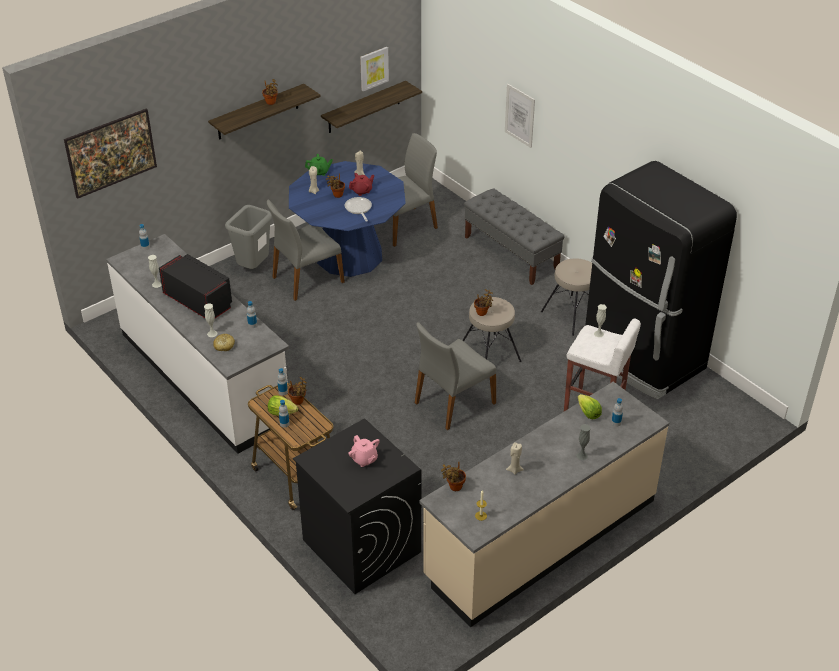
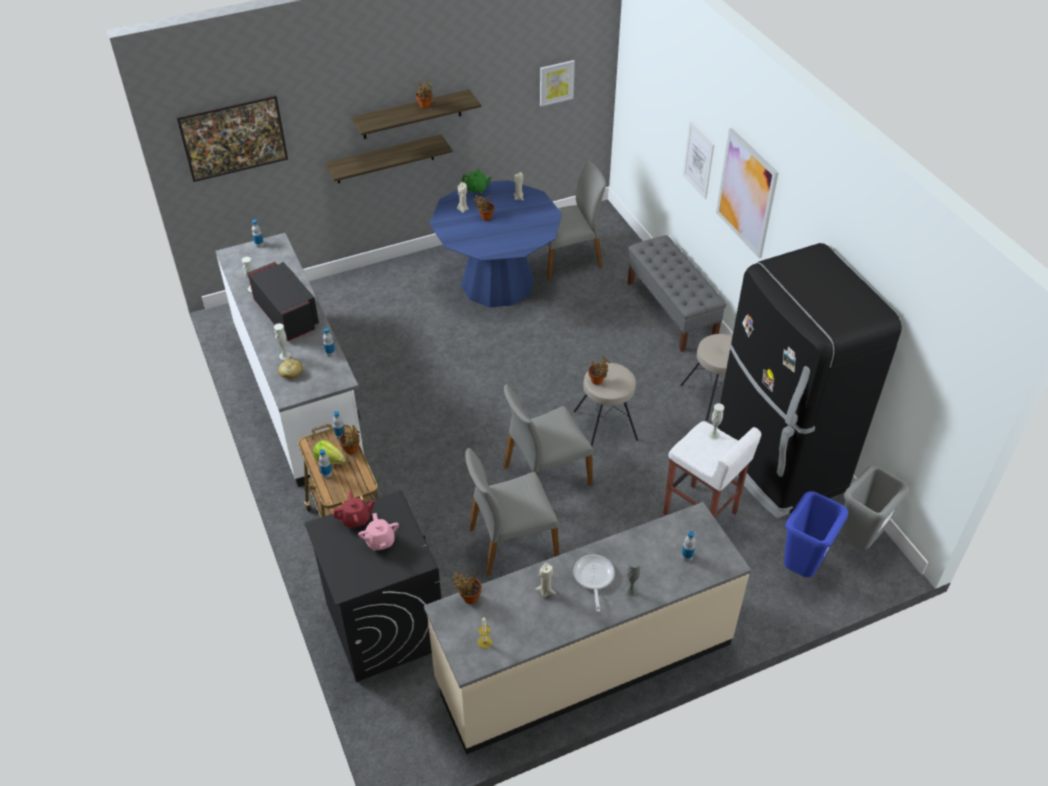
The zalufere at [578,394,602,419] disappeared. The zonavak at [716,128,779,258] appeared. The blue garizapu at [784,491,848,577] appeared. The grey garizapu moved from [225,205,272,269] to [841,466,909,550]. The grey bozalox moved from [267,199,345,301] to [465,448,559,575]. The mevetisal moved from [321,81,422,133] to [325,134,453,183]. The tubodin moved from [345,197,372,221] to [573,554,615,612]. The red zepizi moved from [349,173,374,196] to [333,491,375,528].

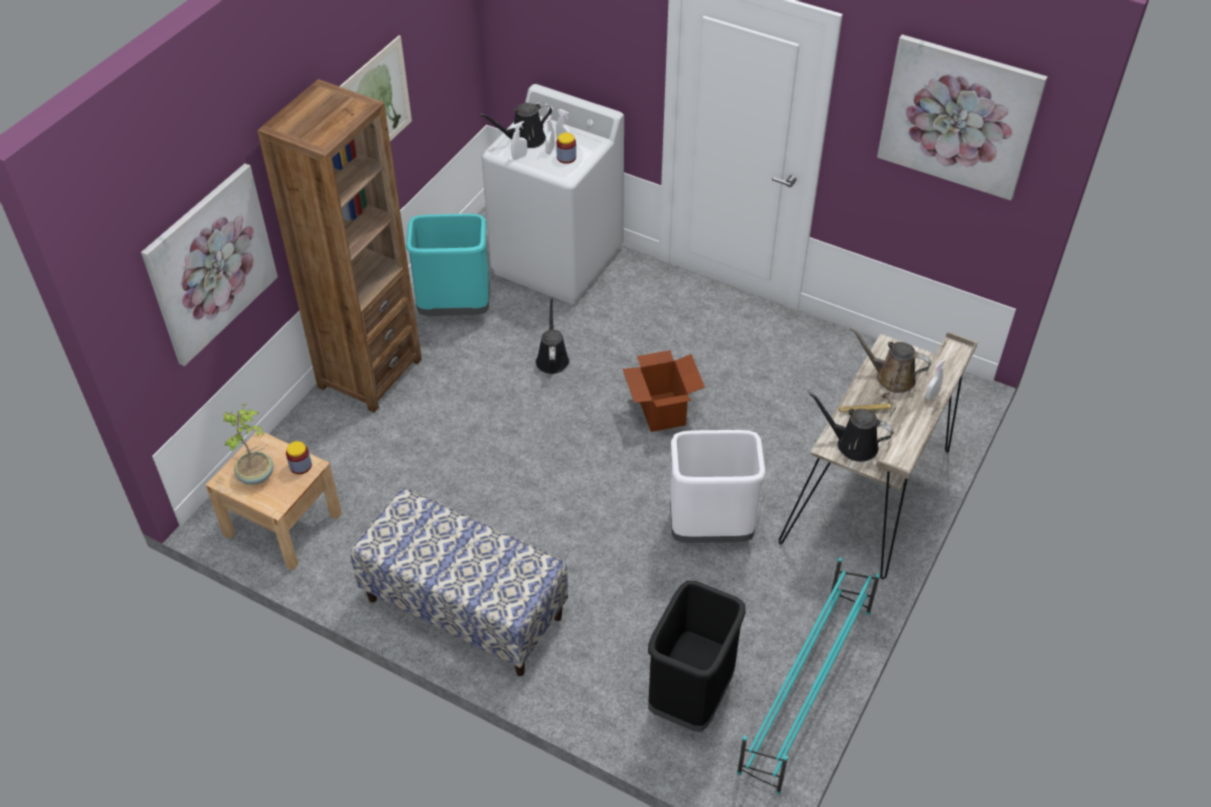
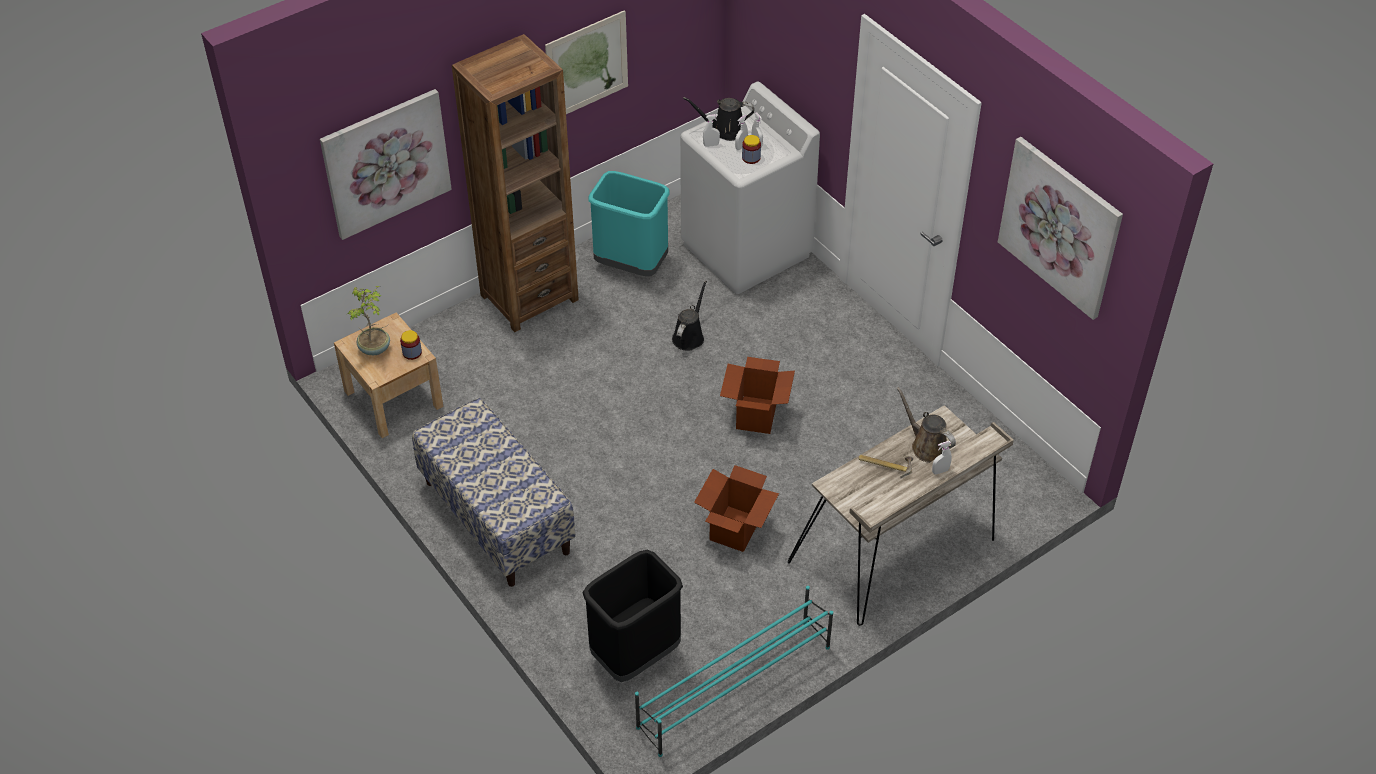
The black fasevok at [809,392,894,462] disappeared. The white garizapu at [670,430,765,543] was replaced by the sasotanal at [694,465,779,552].

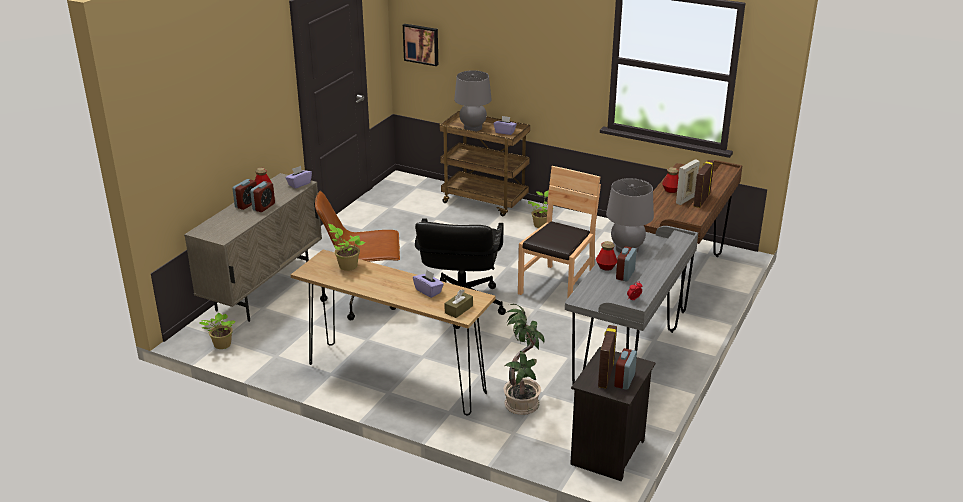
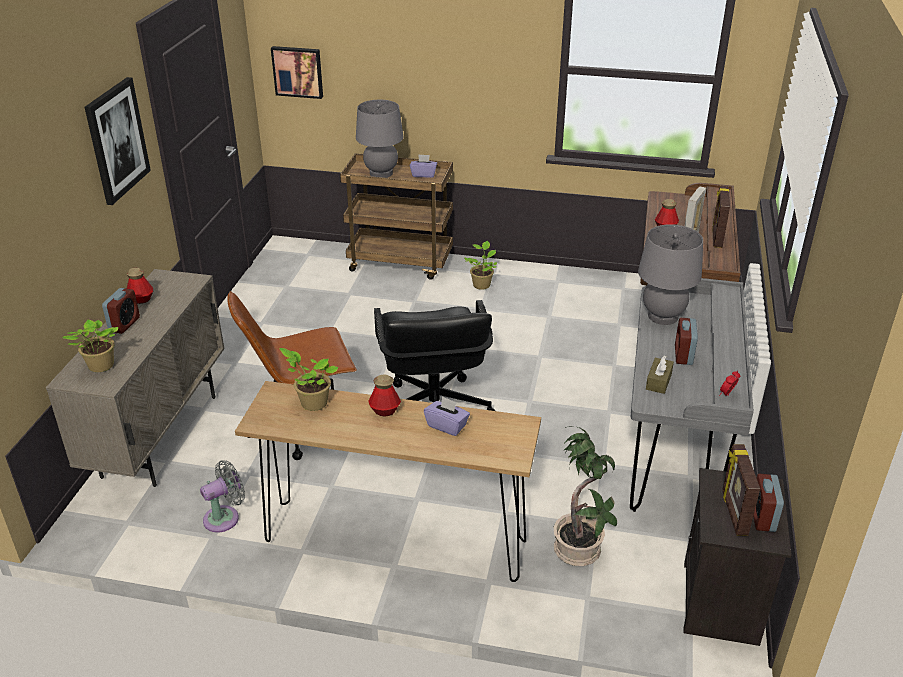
The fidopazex at [250,181,275,212] disappeared. The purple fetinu at [285,166,312,189] disappeared. The brown bozalox at [518,166,601,299] disappeared. The zonavak at [85,77,151,205] appeared. The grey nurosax at [200,460,245,532] appeared. The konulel moved from [199,313,235,349] to [62,320,118,372]. The brown fetinu moved from [445,289,473,318] to [646,355,674,394]. The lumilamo moved from [596,241,617,270] to [368,374,401,417].

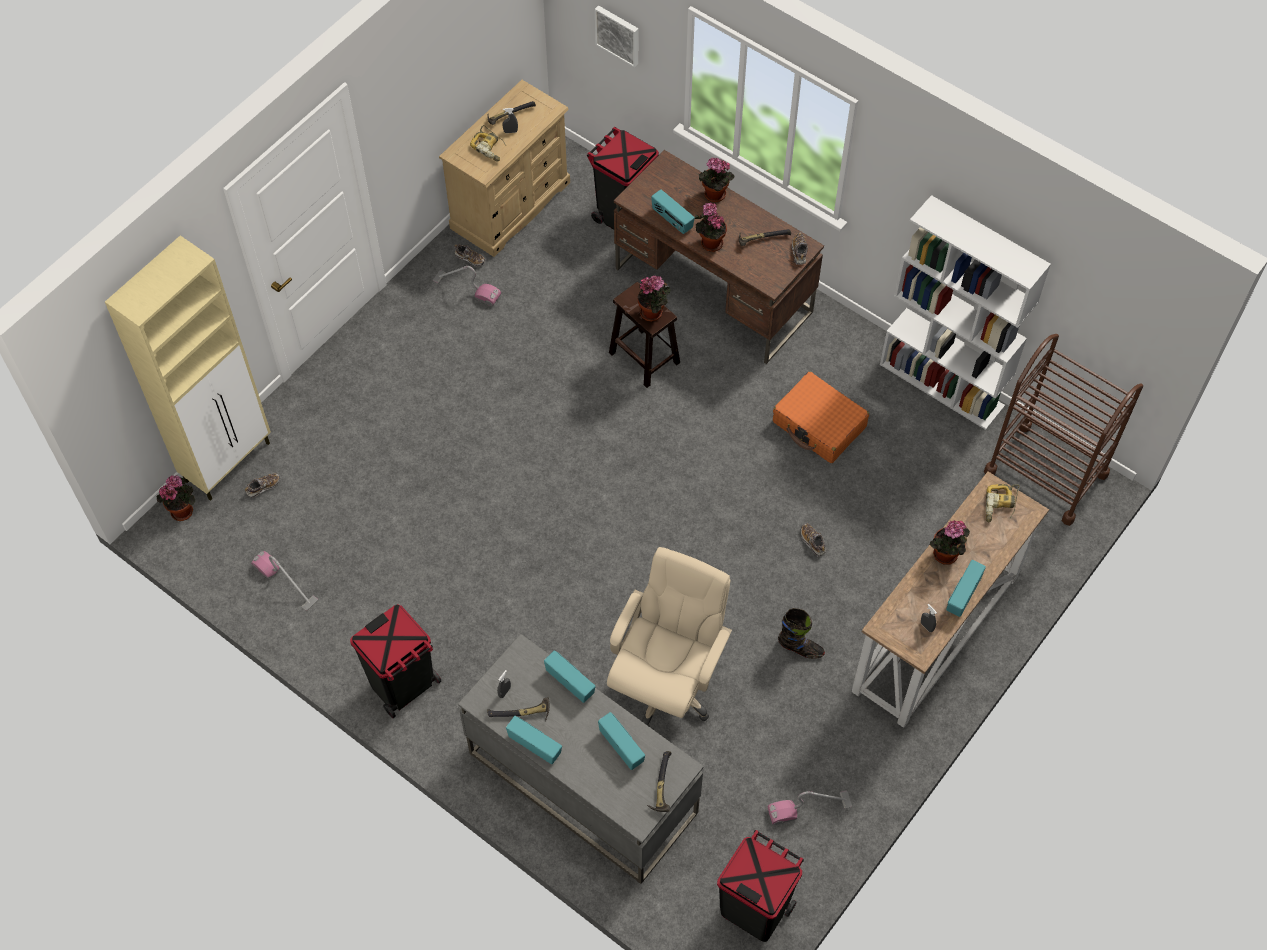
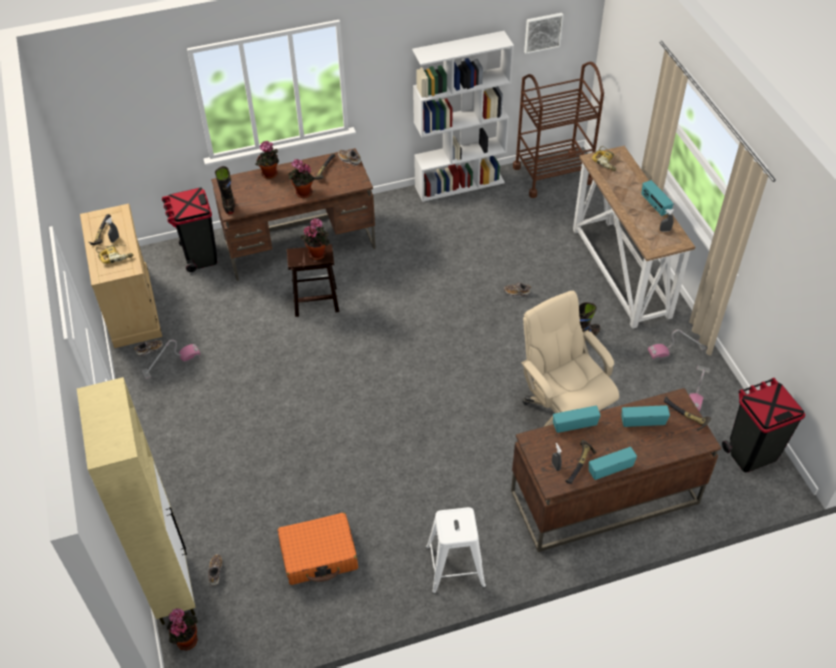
The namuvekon at [651,189,695,234] disappeared. The konulel at [929,520,970,564] disappeared. The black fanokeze at [215,166,235,214] appeared. The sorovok moved from [251,551,318,611] to [648,329,706,361]. The zonavak moved from [595,5,638,68] to [524,13,564,54]. The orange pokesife moved from [773,372,869,463] to [278,513,358,585]. The black garizapu at [350,604,441,718] was replaced by the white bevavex at [426,507,486,593]. The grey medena at [458,634,704,884] became the brown medena at [511,388,721,552].

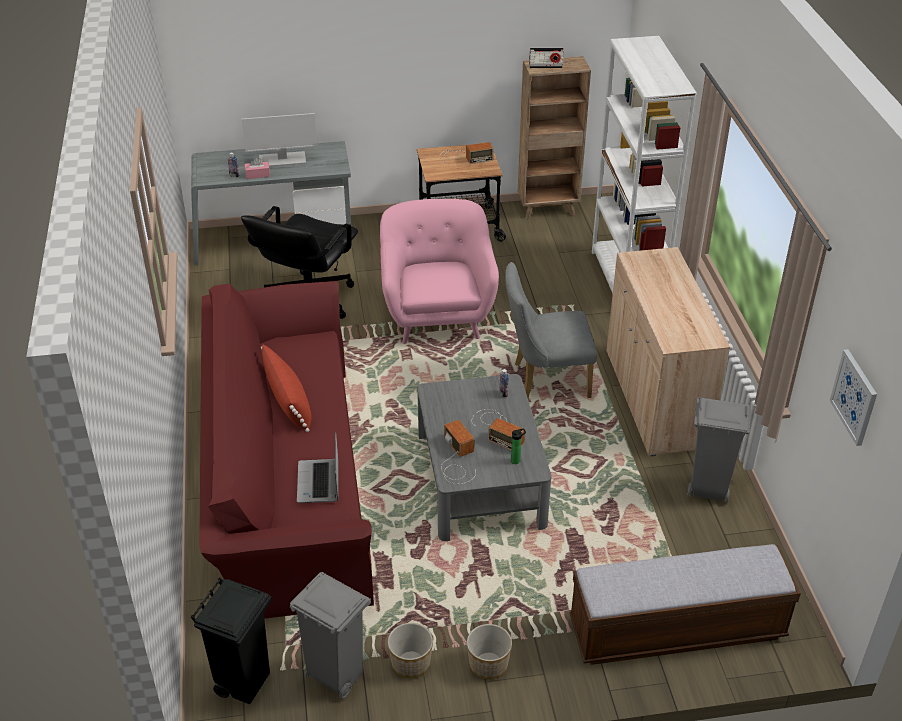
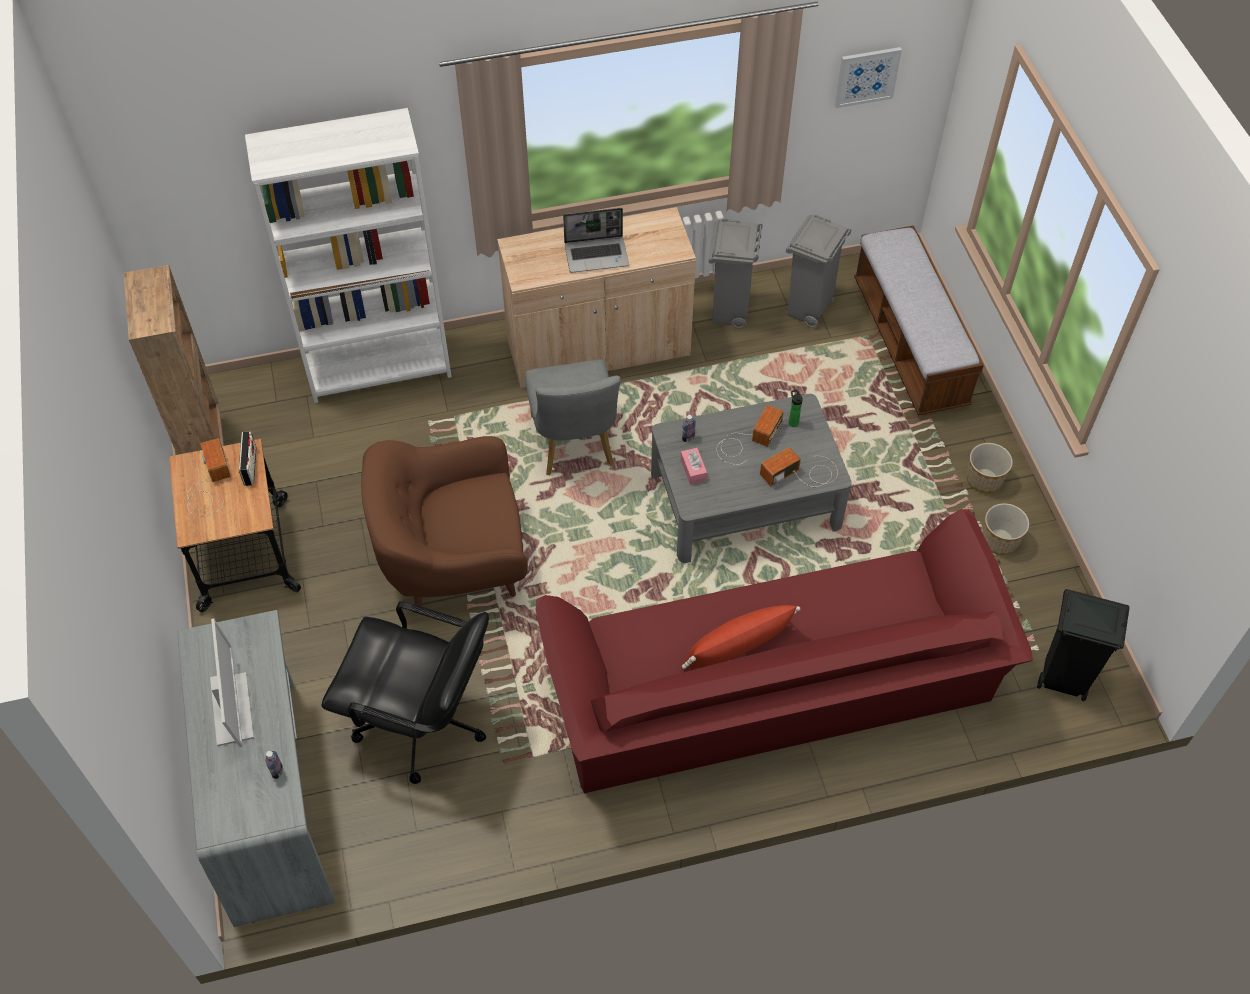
The pink fetinu moved from [245,158,270,179] to [681,448,707,485]. The grey garizapu moved from [290,572,371,699] to [786,215,851,328]. The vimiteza moved from [297,432,338,503] to [563,208,629,273]. The namuvekon moved from [529,48,564,68] to [239,431,257,486]. The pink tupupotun at [380,199,499,344] became the brown tupupotun at [361,436,528,606].

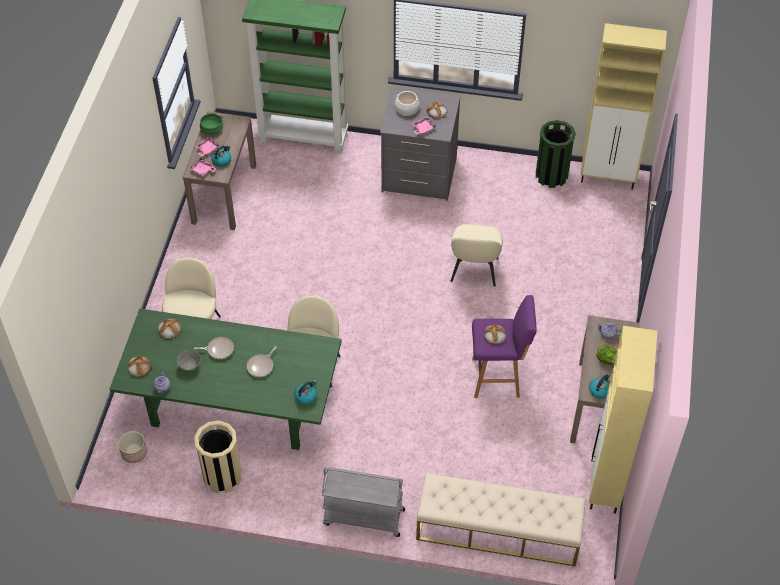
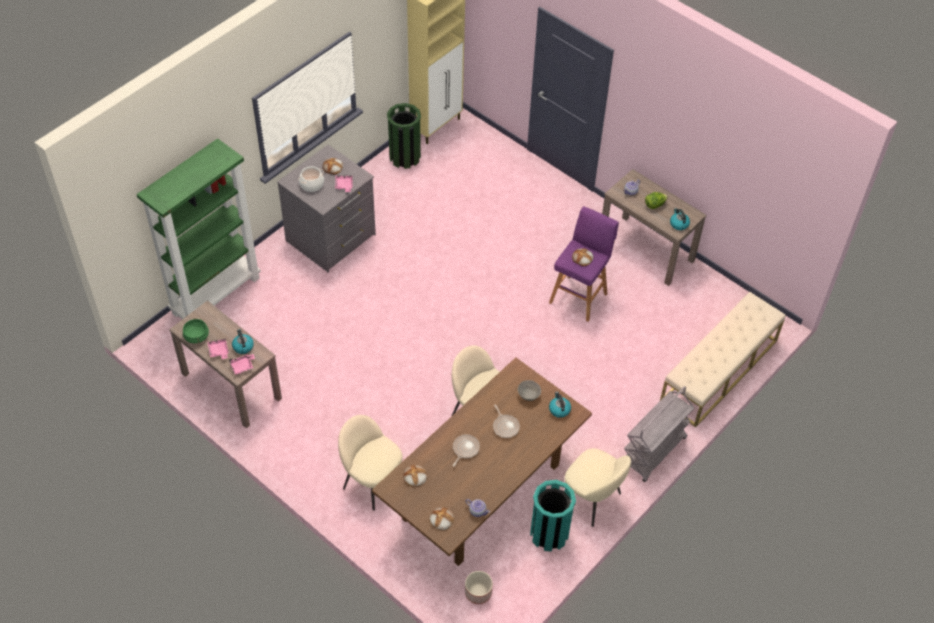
The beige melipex at [589,326,657,514] disappeared. The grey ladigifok moved from [177,350,201,371] to [518,380,541,401]. The beige bozalox moved from [450,224,503,287] to [565,448,631,527]. The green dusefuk at [110,309,342,450] became the brown dusefuk at [372,358,592,566]. The beige garizapu at [194,421,242,493] became the turquoise garizapu at [530,480,576,552].

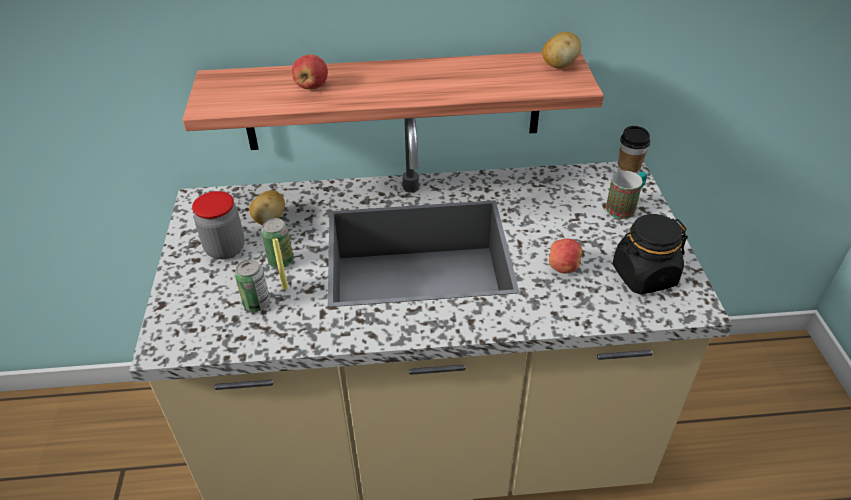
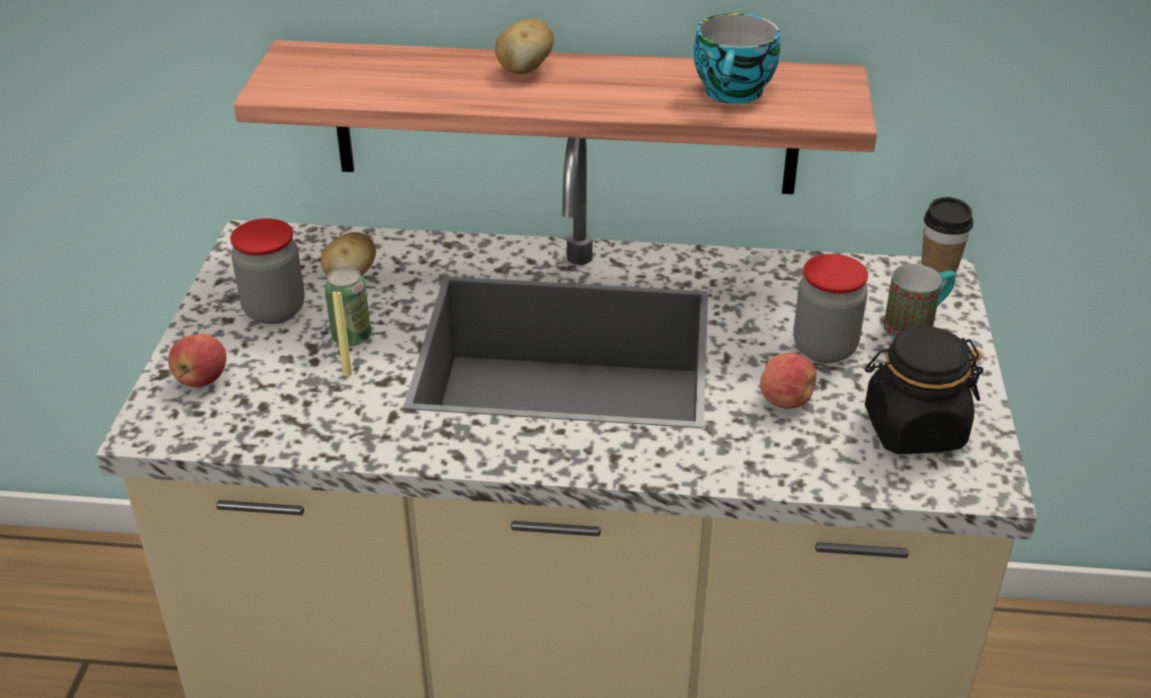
The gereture at [235,259,270,312] disappeared. The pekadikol at [694,13,780,104] appeared. The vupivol at [794,254,868,363] appeared. The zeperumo moved from [292,54,328,90] to [168,334,226,387]. The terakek moved from [542,32,581,68] to [495,19,554,74].

